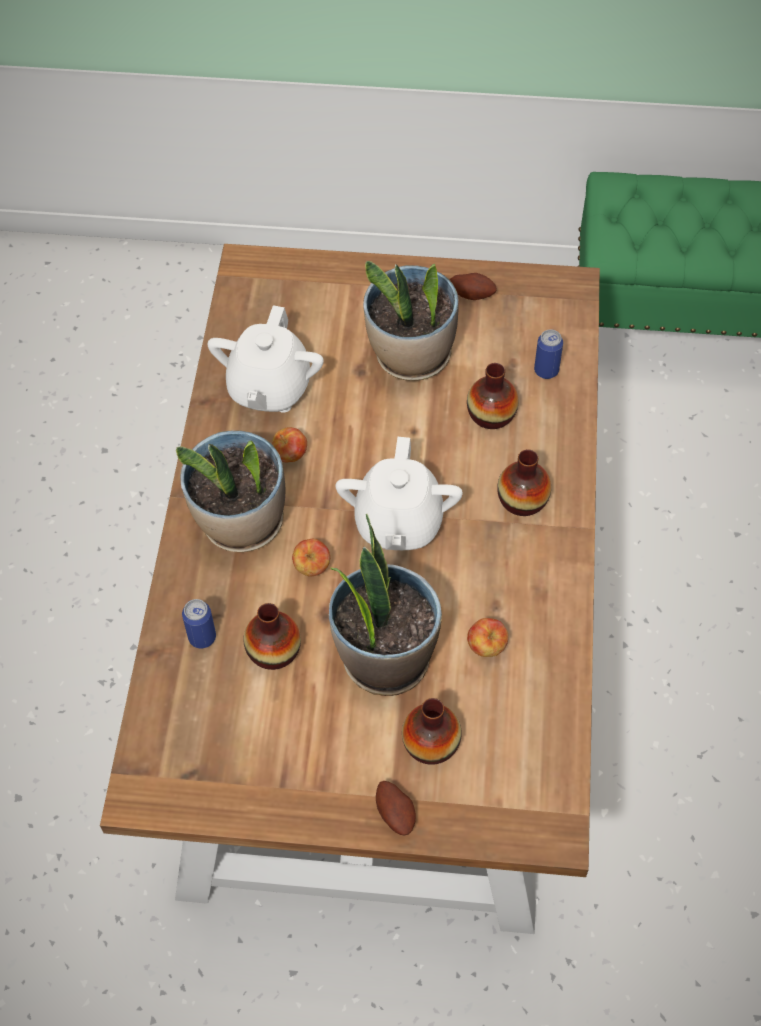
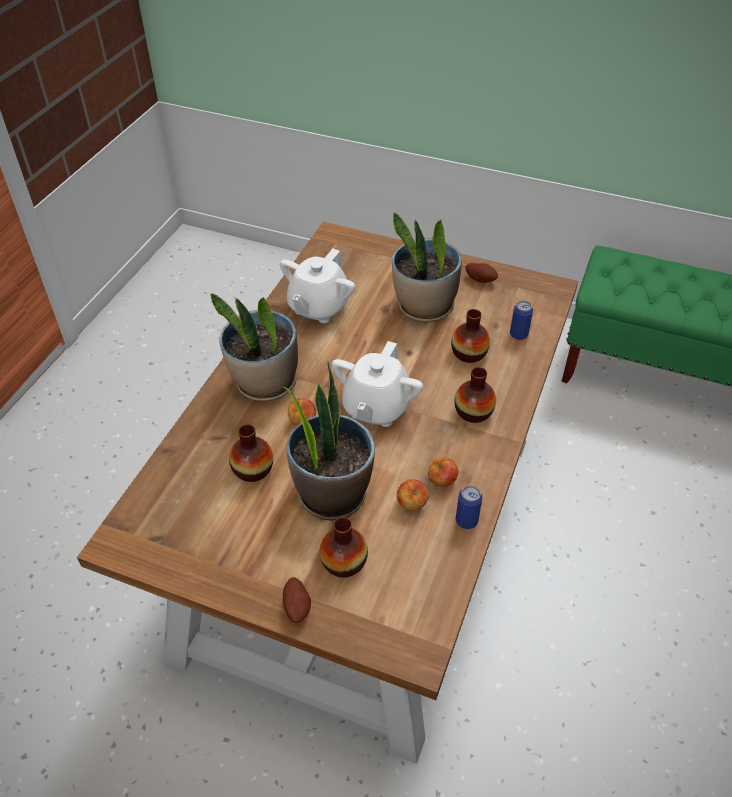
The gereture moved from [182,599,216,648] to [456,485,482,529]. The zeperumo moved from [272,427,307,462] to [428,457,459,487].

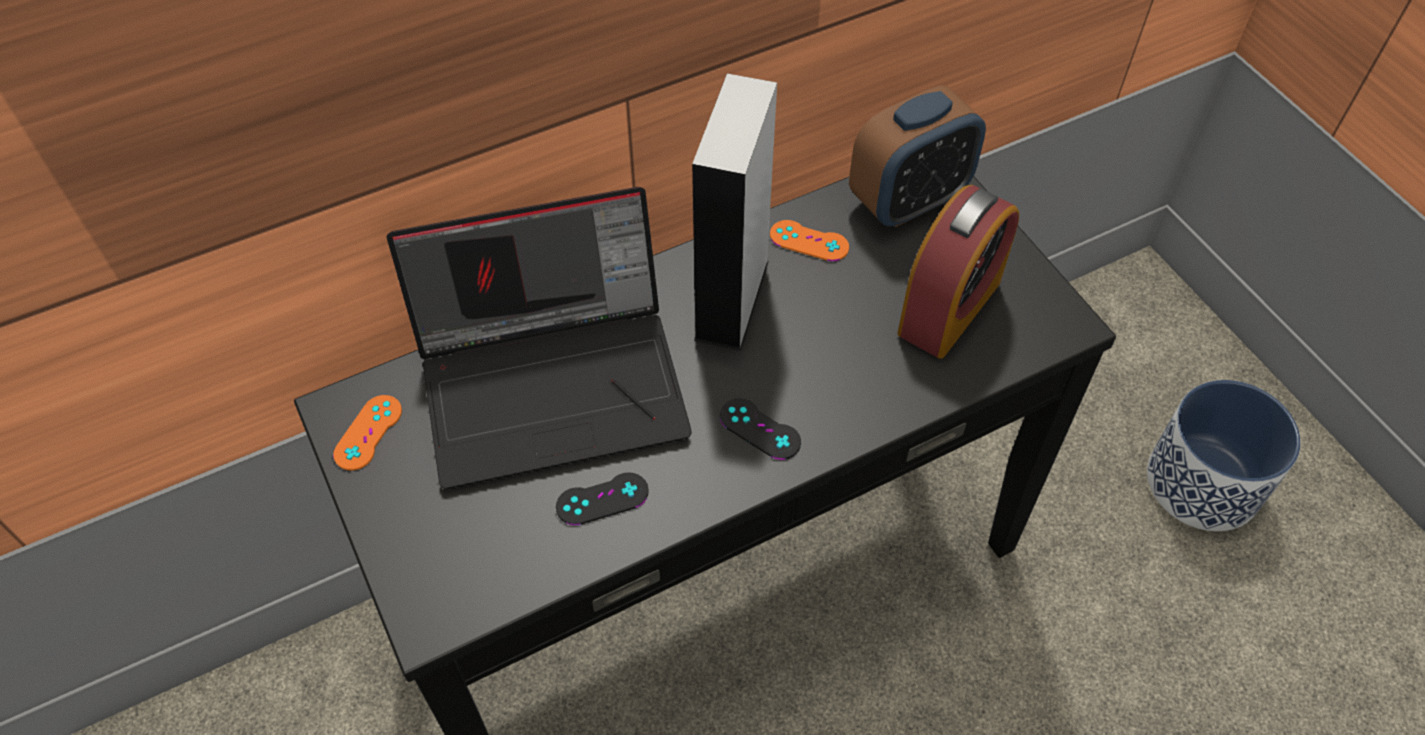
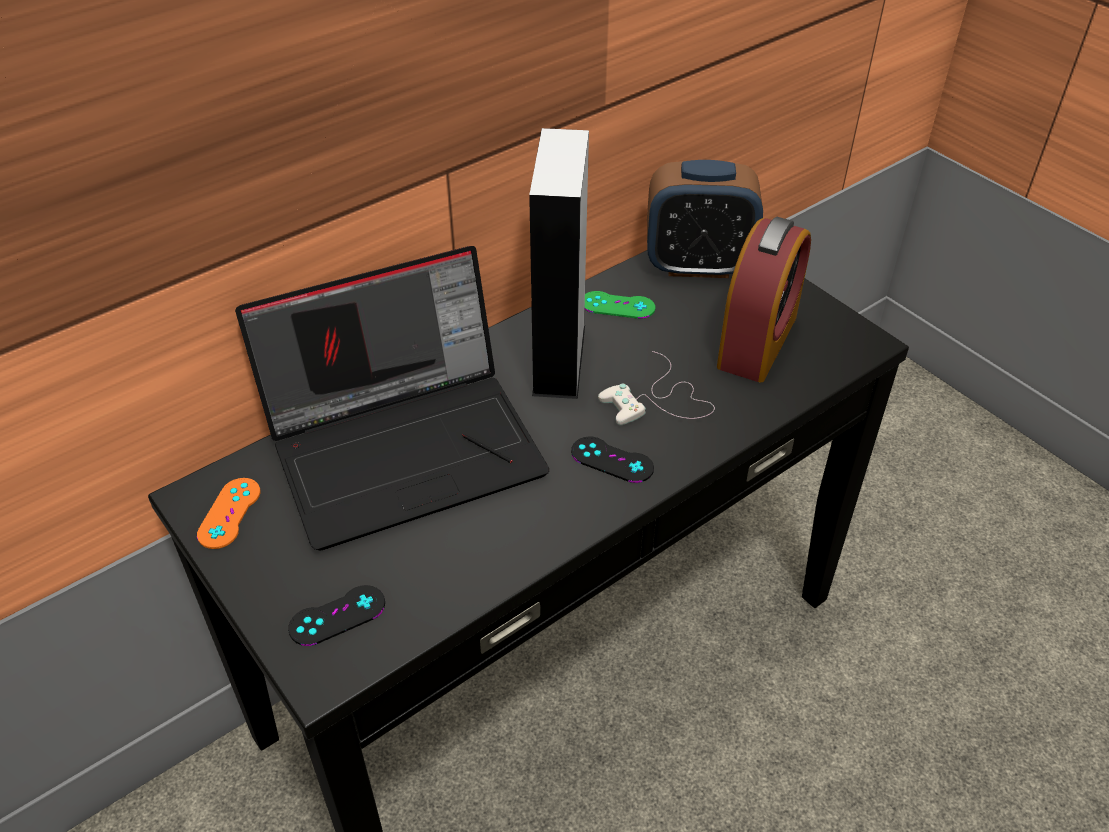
The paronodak at [1147,380,1301,531] disappeared. The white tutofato at [598,351,715,425] appeared. The black tutofato moved from [556,472,649,525] to [288,585,385,646]. The orange tutofato at [770,220,849,261] became the green tutofato at [585,291,655,319]. The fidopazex at [849,85,986,227] turned 45 degrees clockwise.

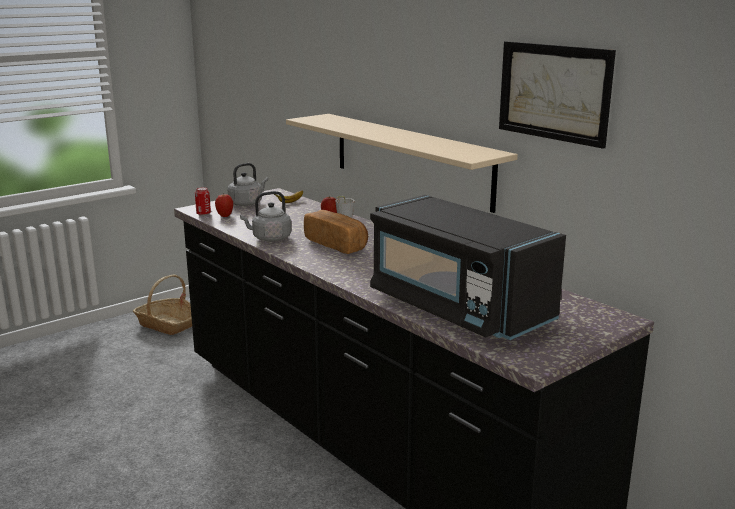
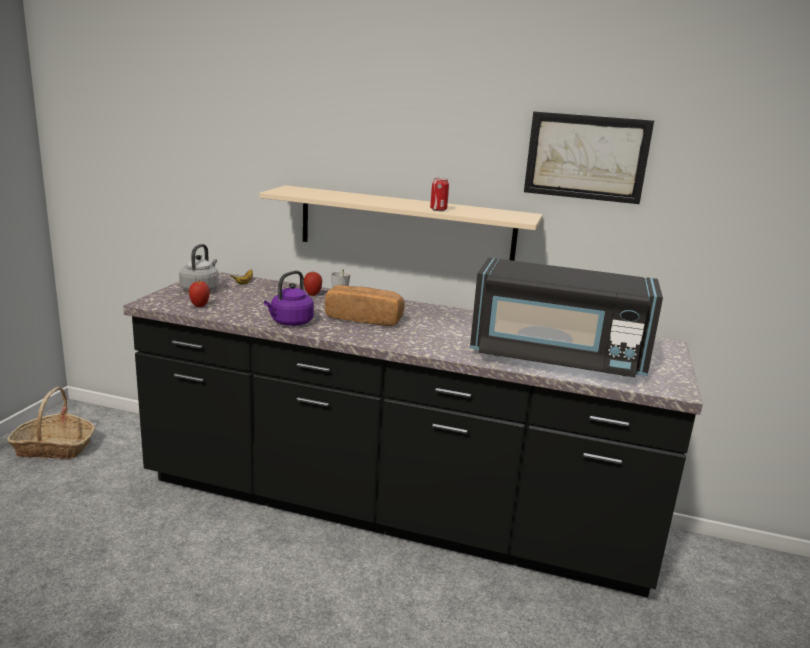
The gereture moved from [195,187,211,215] to [430,178,449,211]. The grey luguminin at [240,191,291,241] became the purple luguminin at [264,271,314,326].

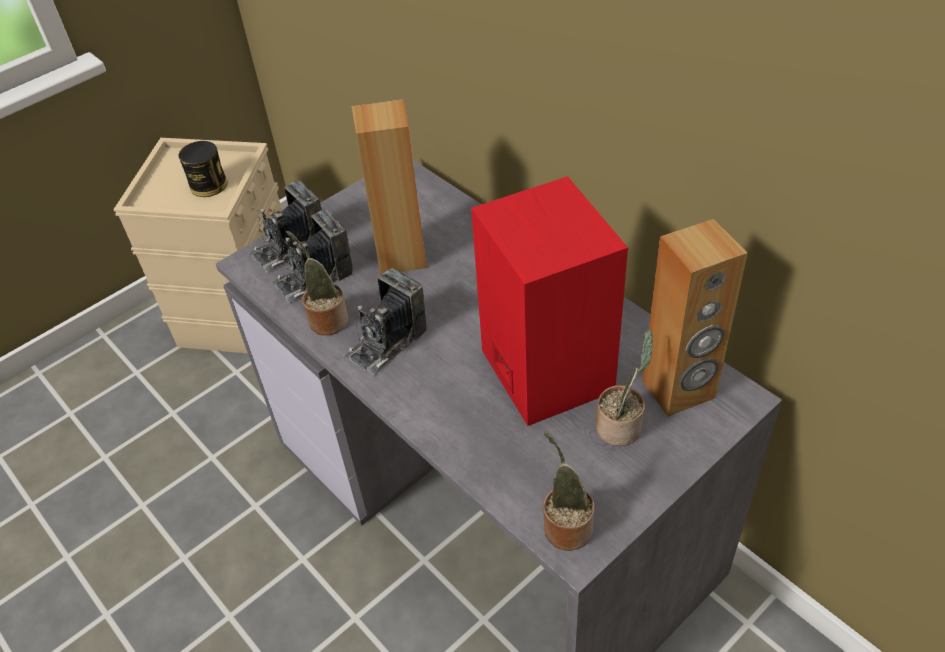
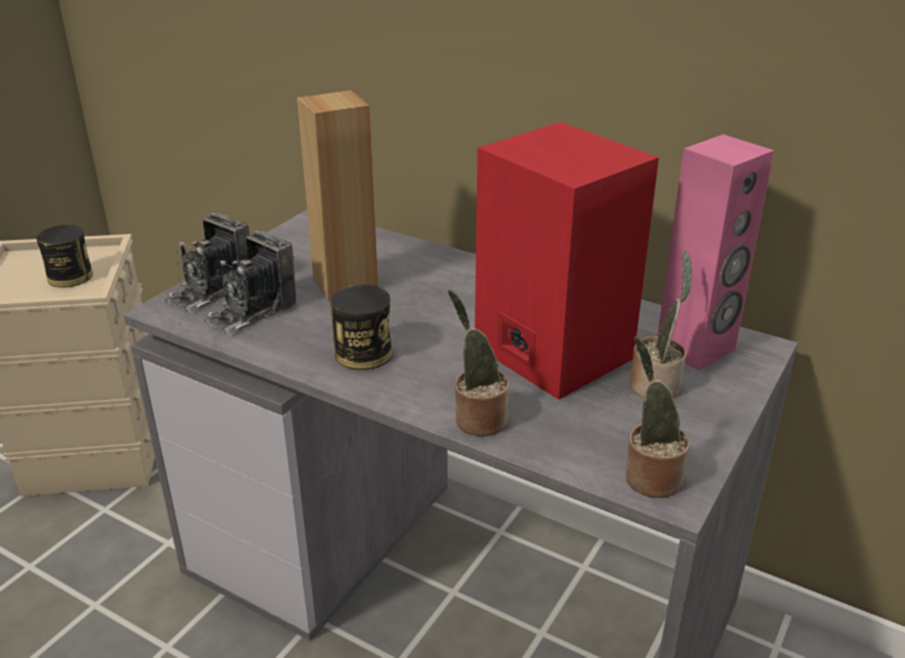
The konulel moved from [286,231,349,335] to [448,289,509,437]. The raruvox at [344,268,427,375] was replaced by the gereture at [331,284,393,370]. The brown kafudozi at [643,219,748,416] became the pink kafudozi at [657,134,774,371].

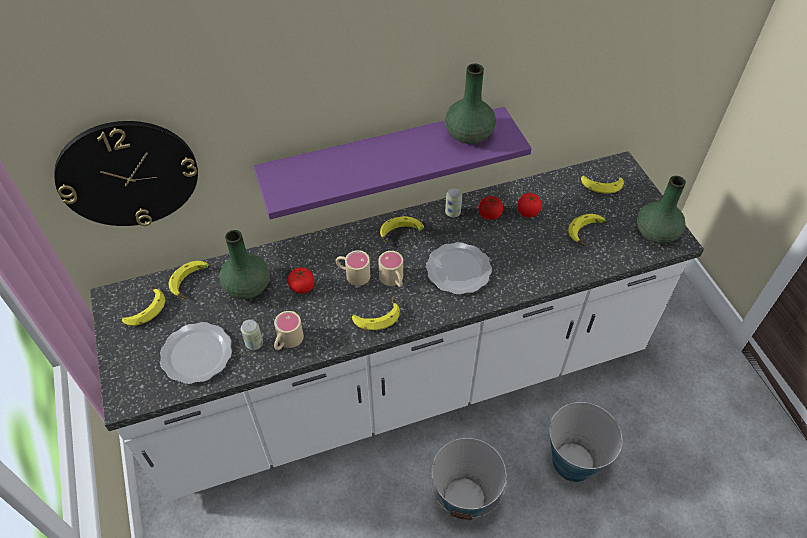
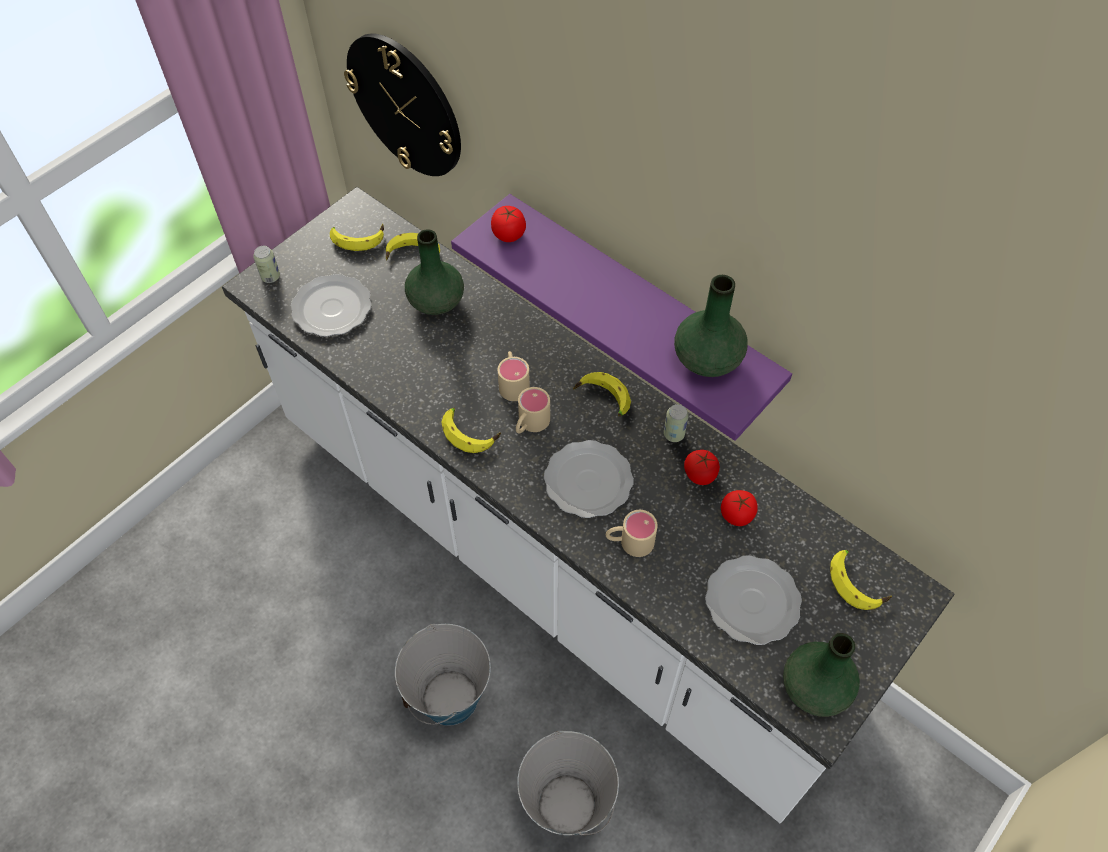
The gereture moved from [241,319,263,350] to [253,246,280,283]. The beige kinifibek moved from [274,311,304,350] to [606,510,658,557]. The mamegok moved from [287,267,314,293] to [491,206,526,242]. The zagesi at [568,214,606,247] was replaced by the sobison at [705,555,802,645].

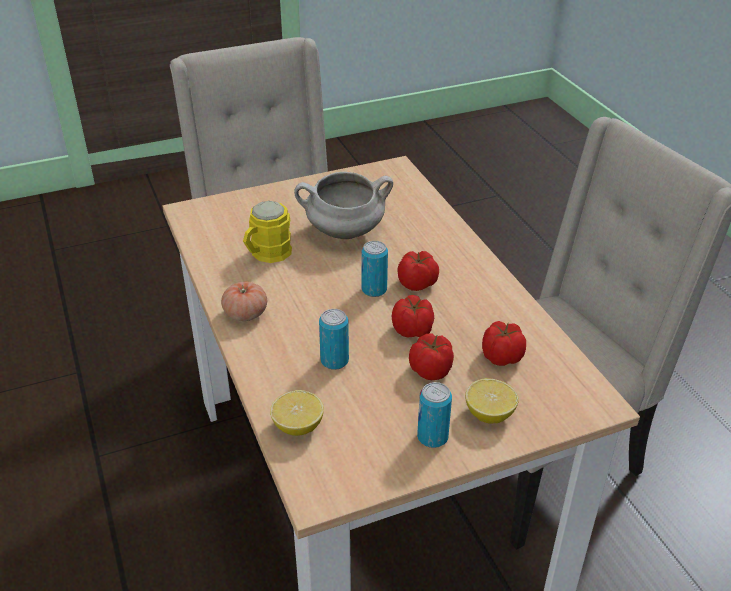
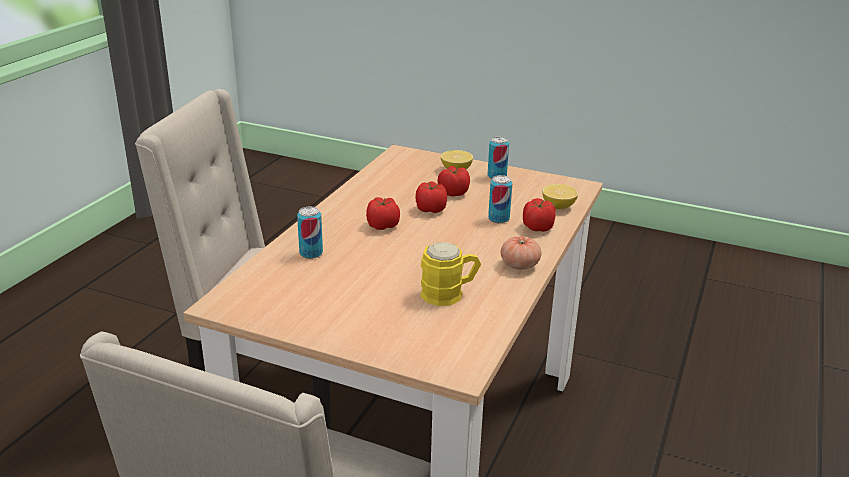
The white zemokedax at [294,172,393,239] disappeared. The gereture moved from [362,241,388,297] to [297,207,323,259]. The mamegok moved from [482,321,526,366] to [523,198,556,232].

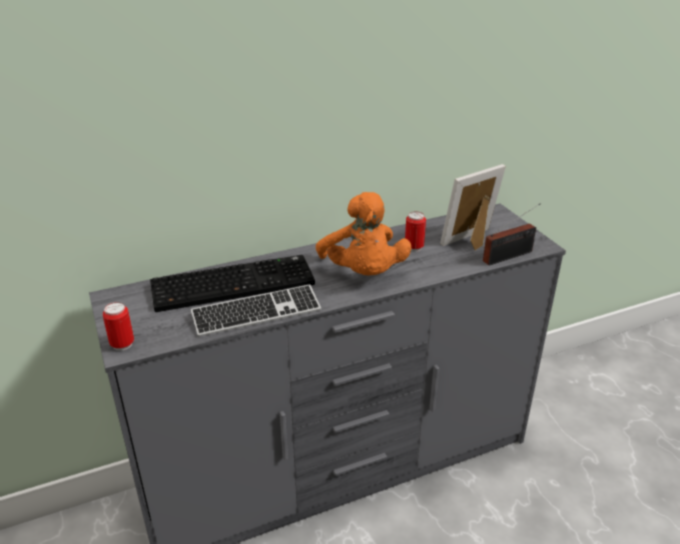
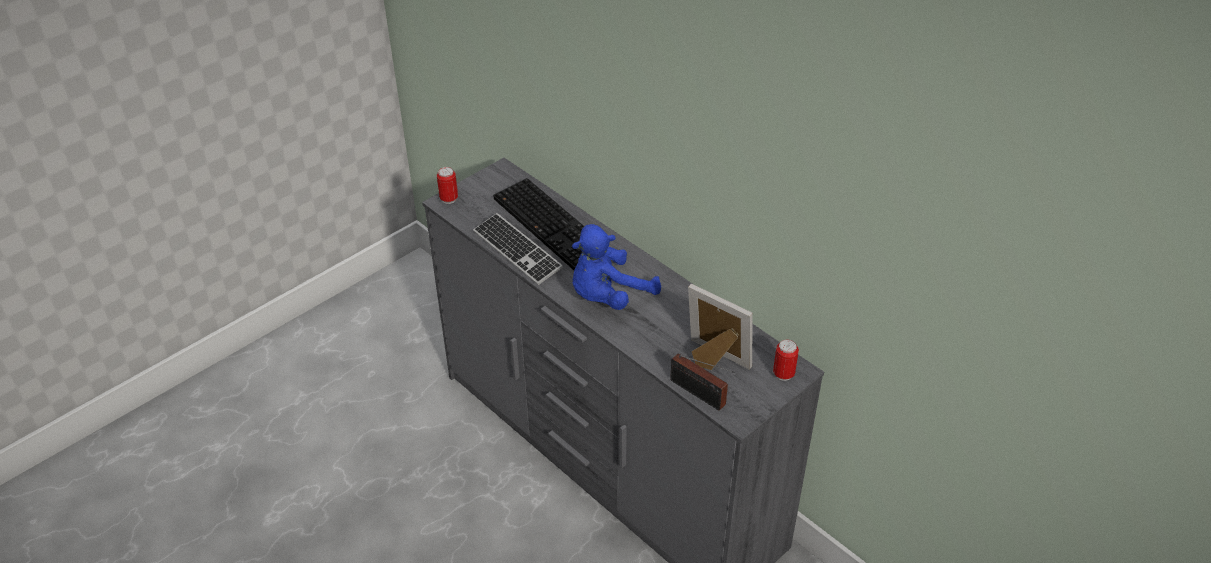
The gereture moved from [405,211,426,252] to [773,339,799,381]. The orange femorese at [316,192,412,276] became the blue femorese at [572,224,661,310].

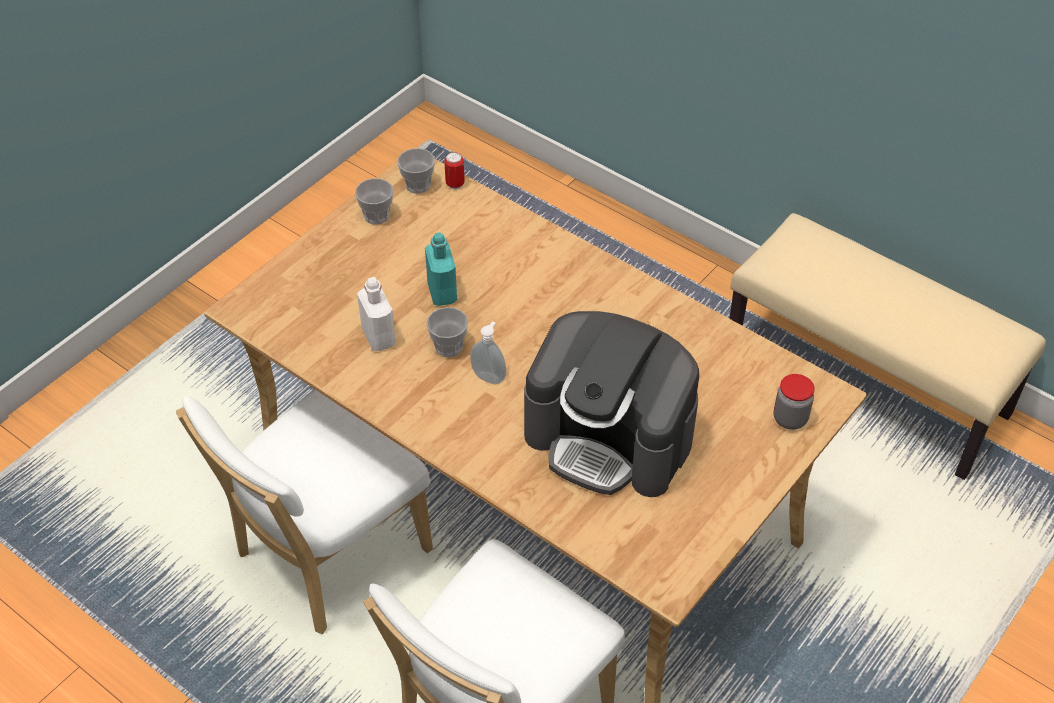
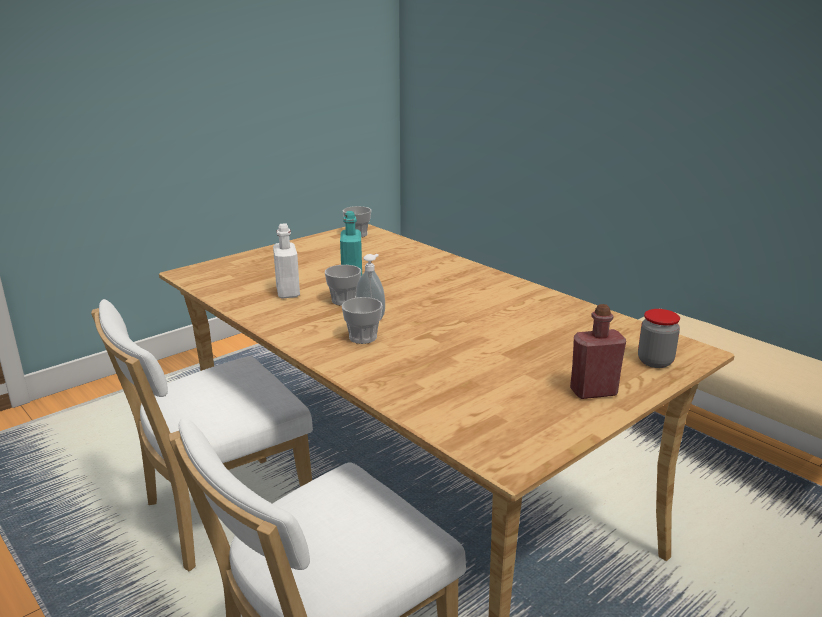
The gereture at [445,152,465,189] disappeared. The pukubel at [524,311,699,497] disappeared. The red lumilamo at [570,304,626,399] appeared. The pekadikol moved from [355,178,393,225] to [341,297,383,344].

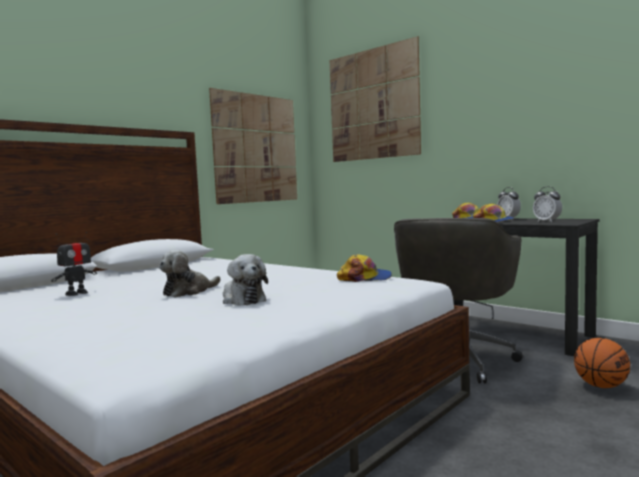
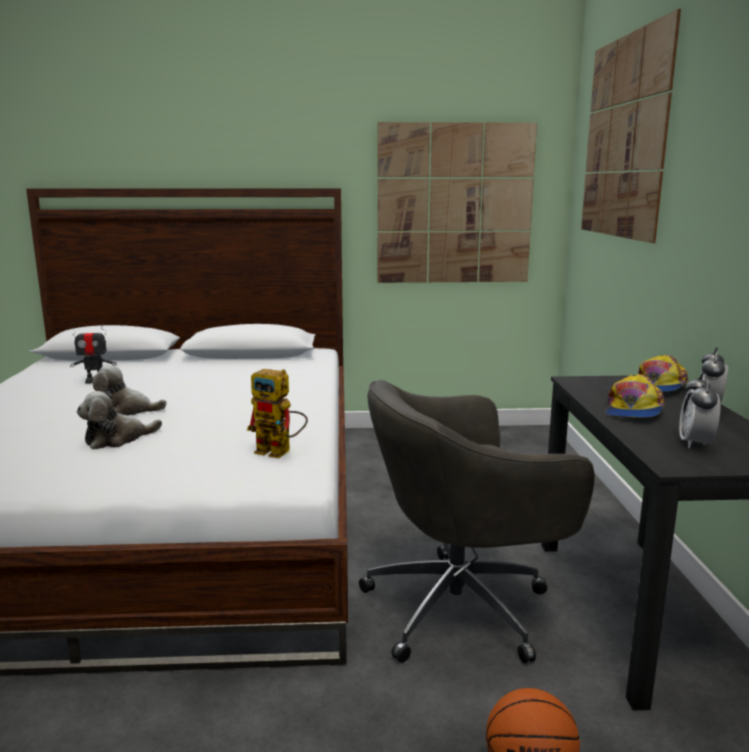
The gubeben at [337,254,392,282] was replaced by the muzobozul at [247,369,308,458]. The femorese at [223,254,268,306] turned 45 degrees clockwise.

